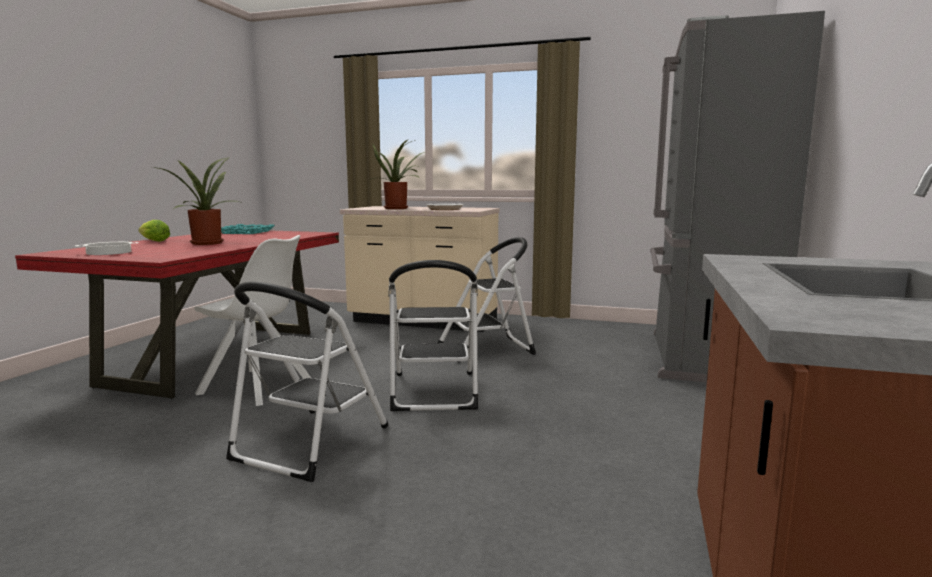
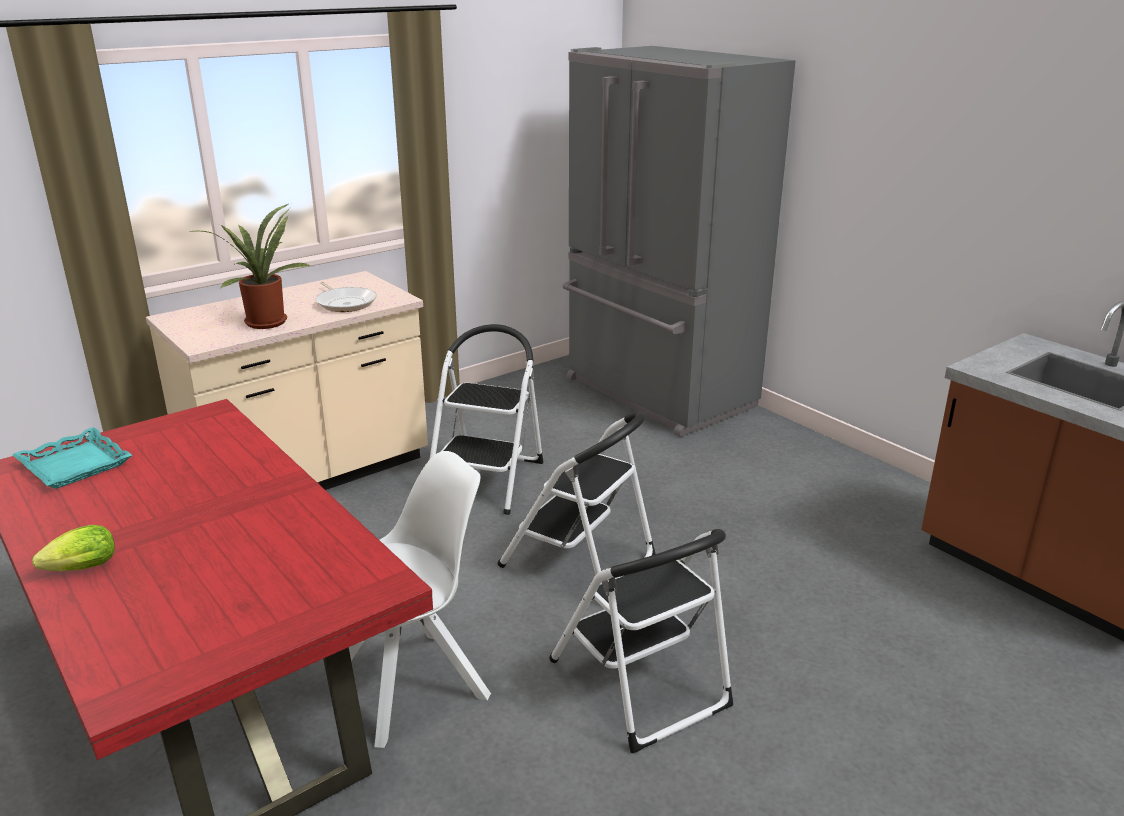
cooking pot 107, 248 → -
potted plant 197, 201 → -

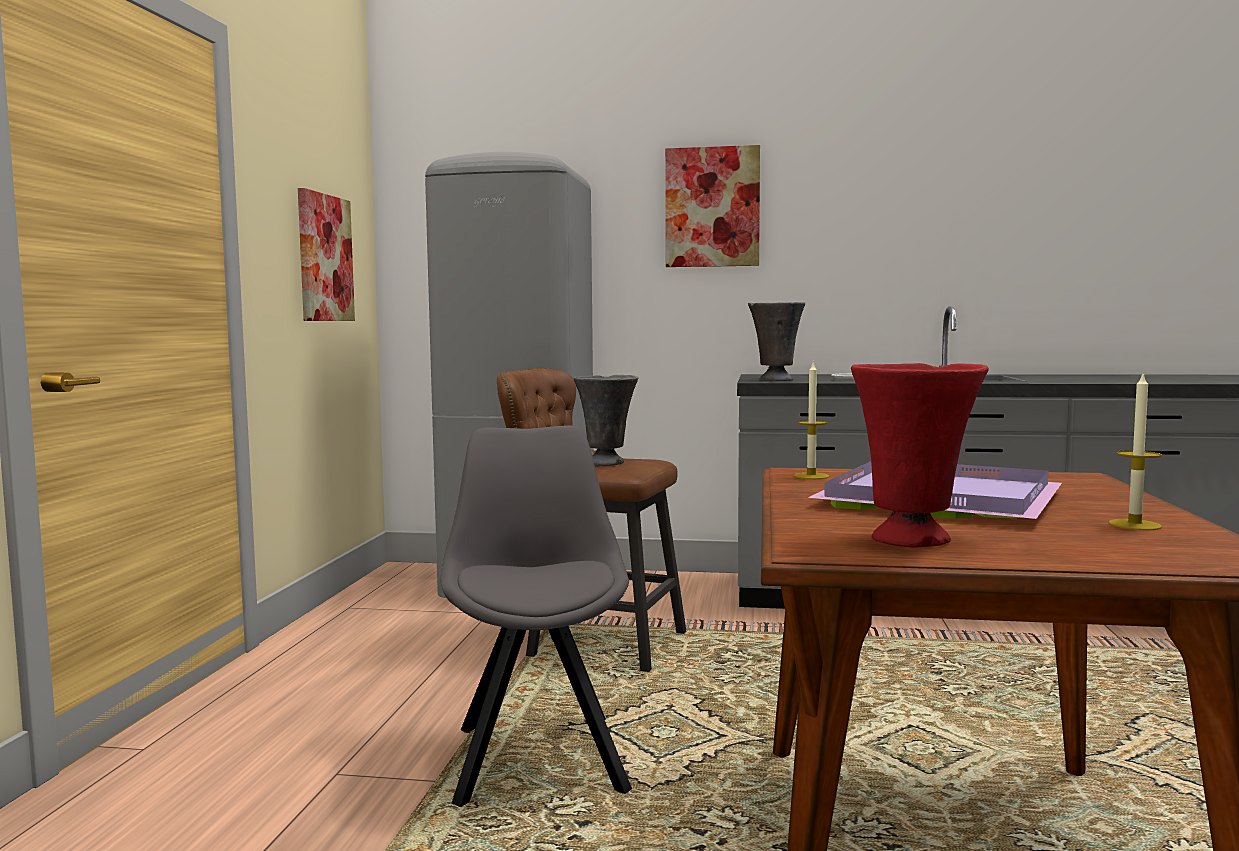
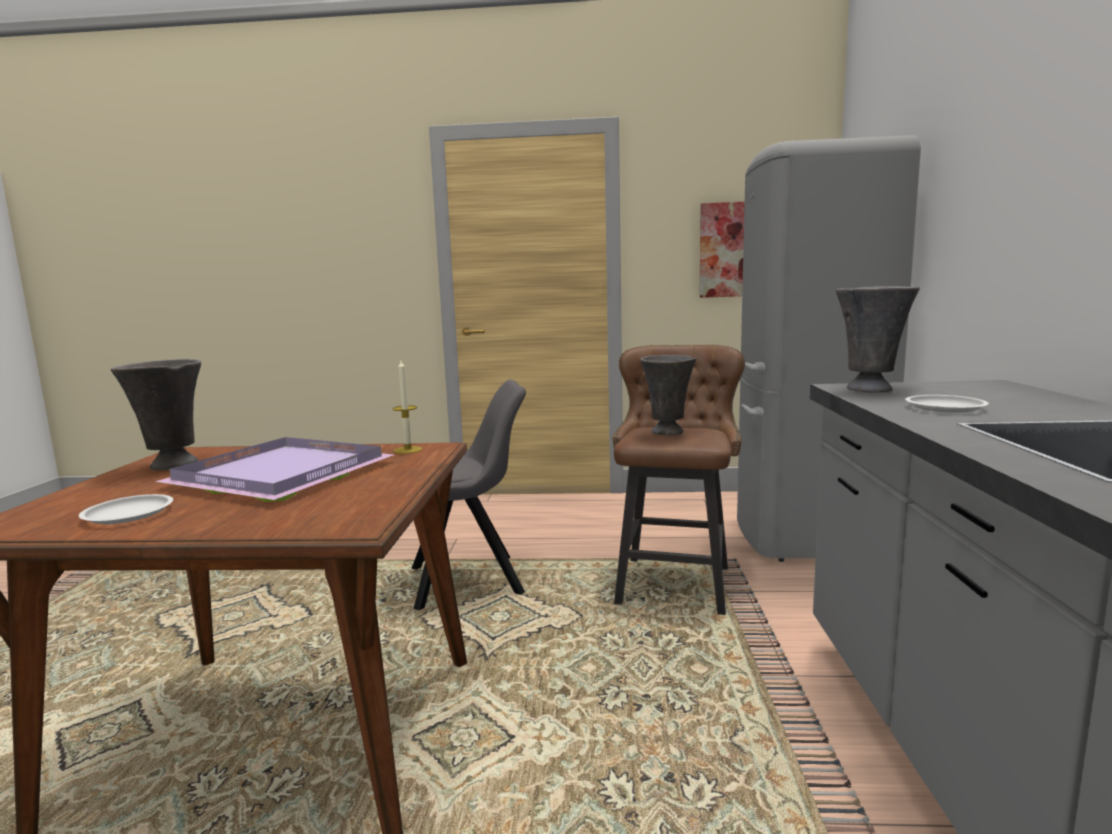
picture 712, 206 → -
candle 1135, 452 → plate/white 126, 509
vase/red 920, 455 → vase/grey 156, 415

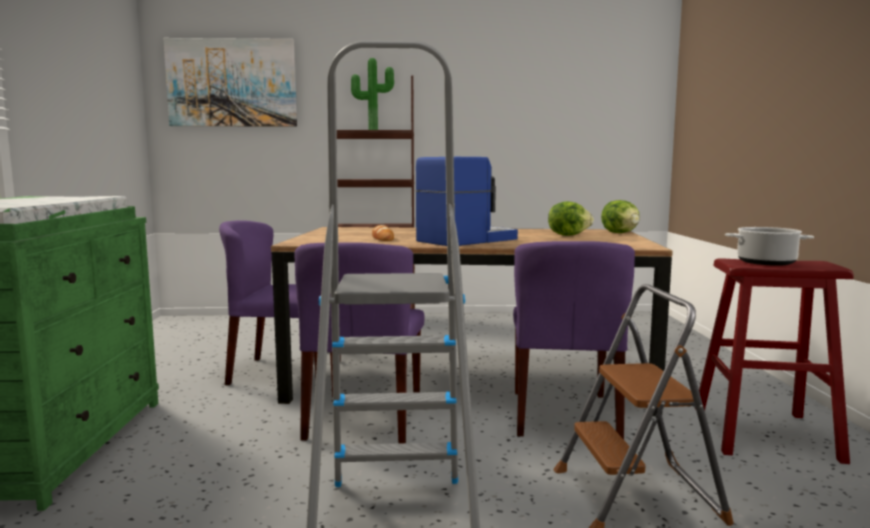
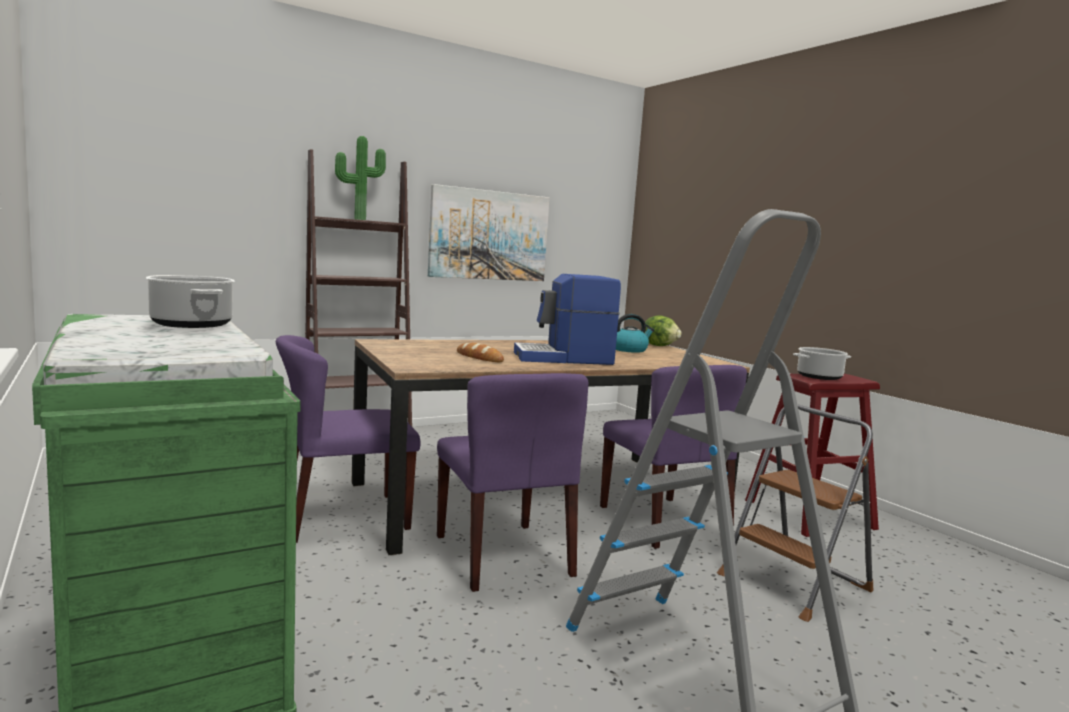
- → cooking pot 190, 301
picture 230, 82 → picture 489, 232, moved
lettuce 571, 218 → kettle 635, 333
coffee machine 466, 201 → coffee machine 567, 319, 120 degrees counterclockwise

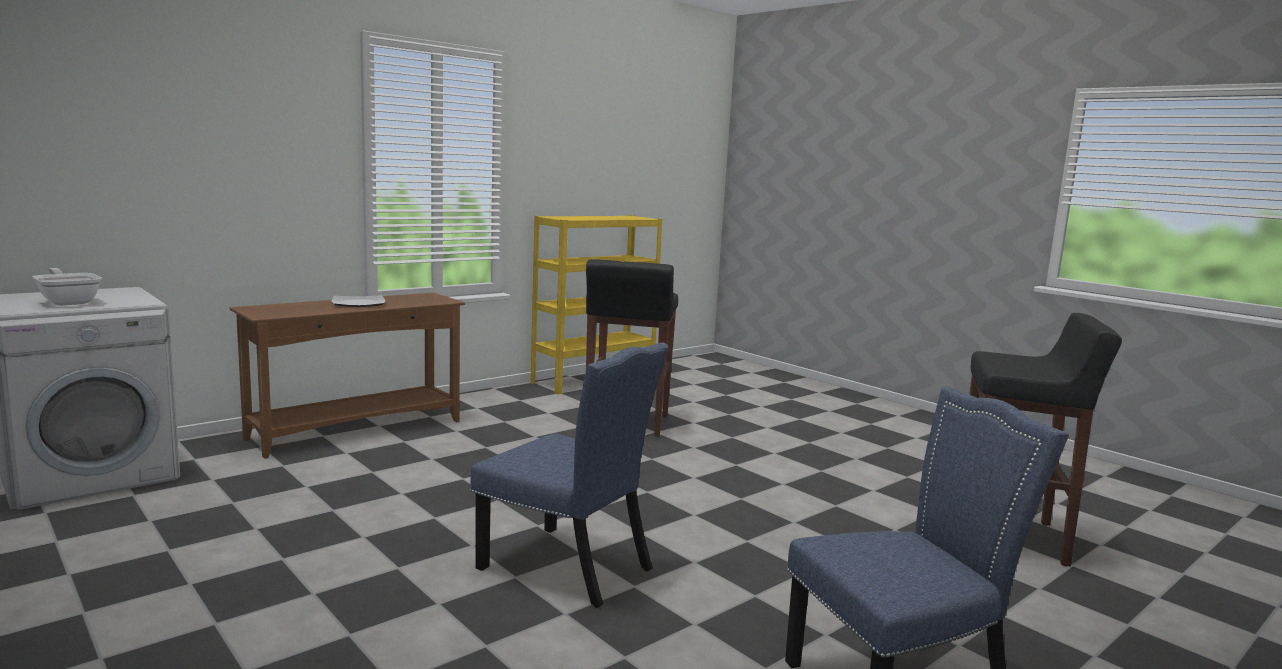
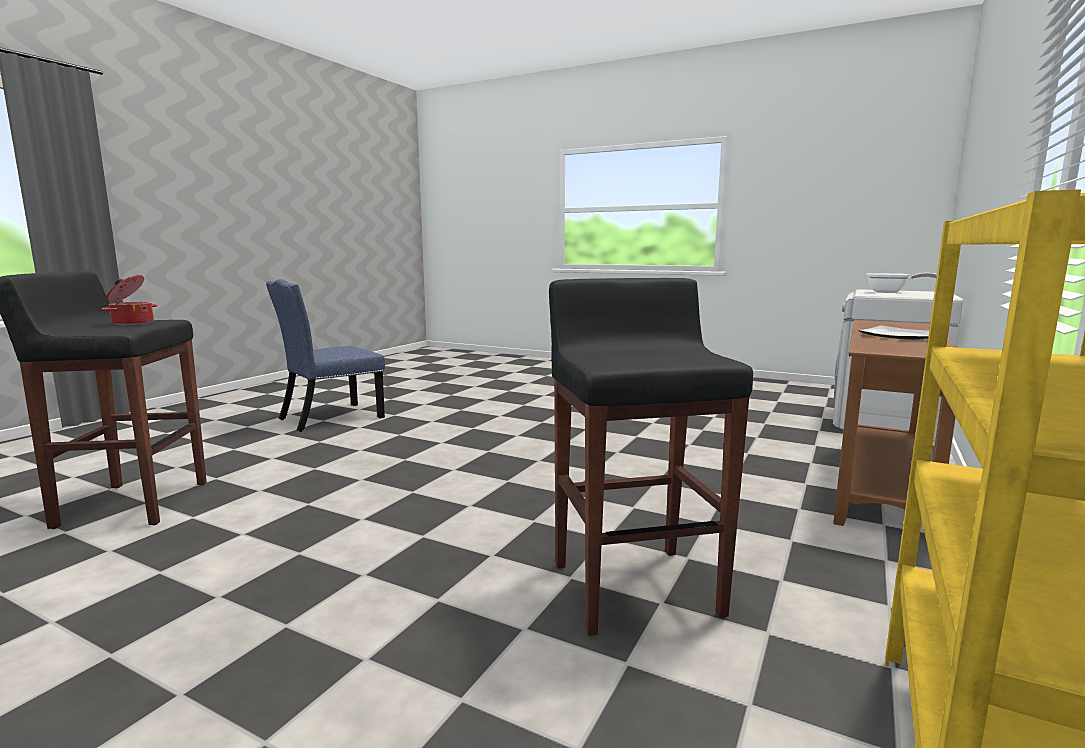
chair/blue 569, 475 → -
- → cooking pot 130, 300

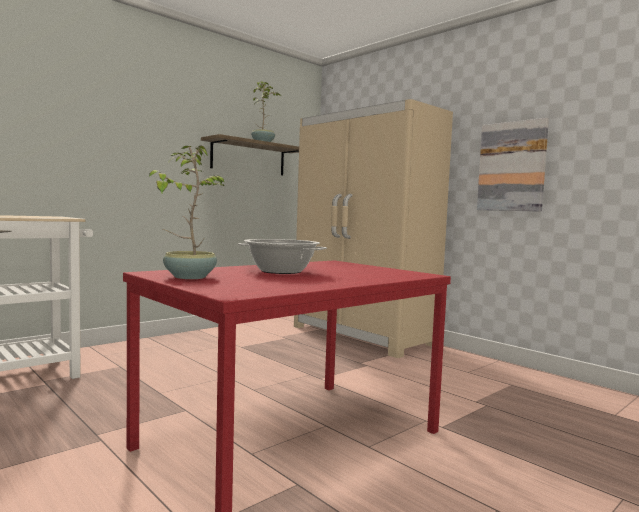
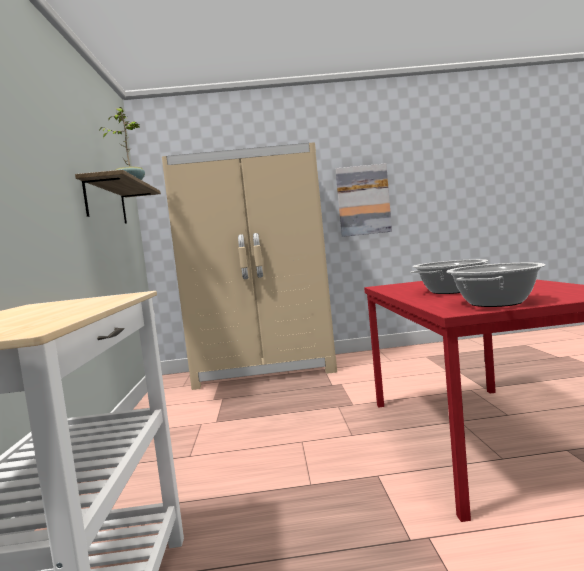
potted plant 187, 212 → cooking pot 496, 285

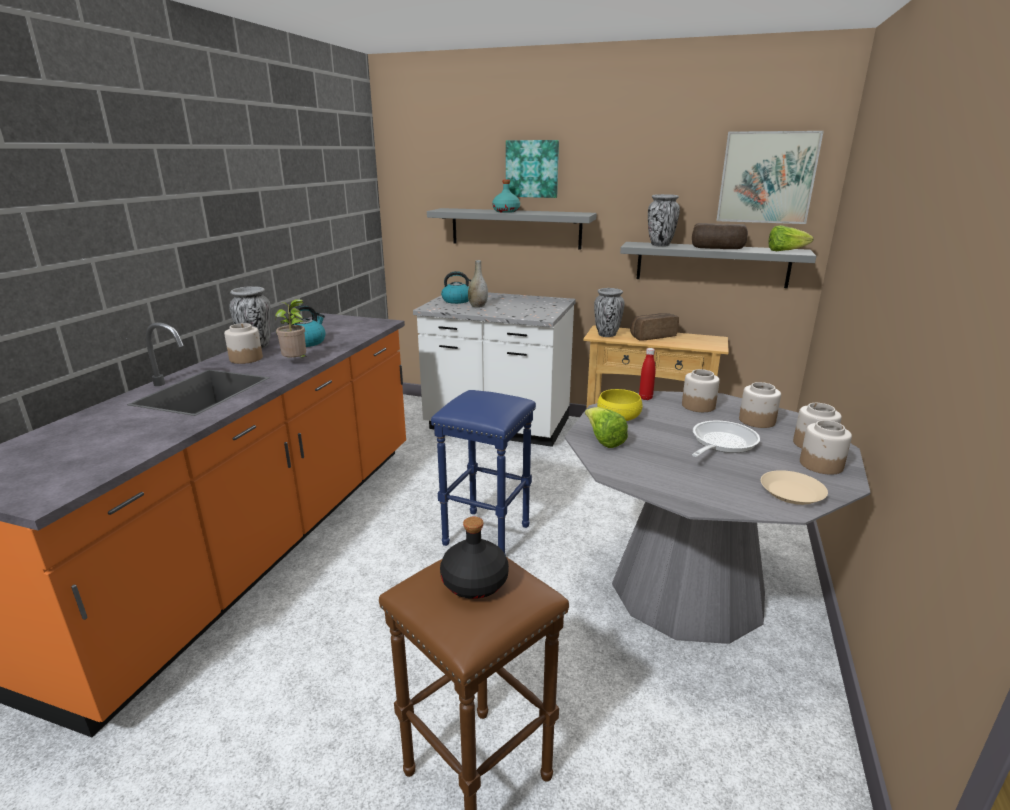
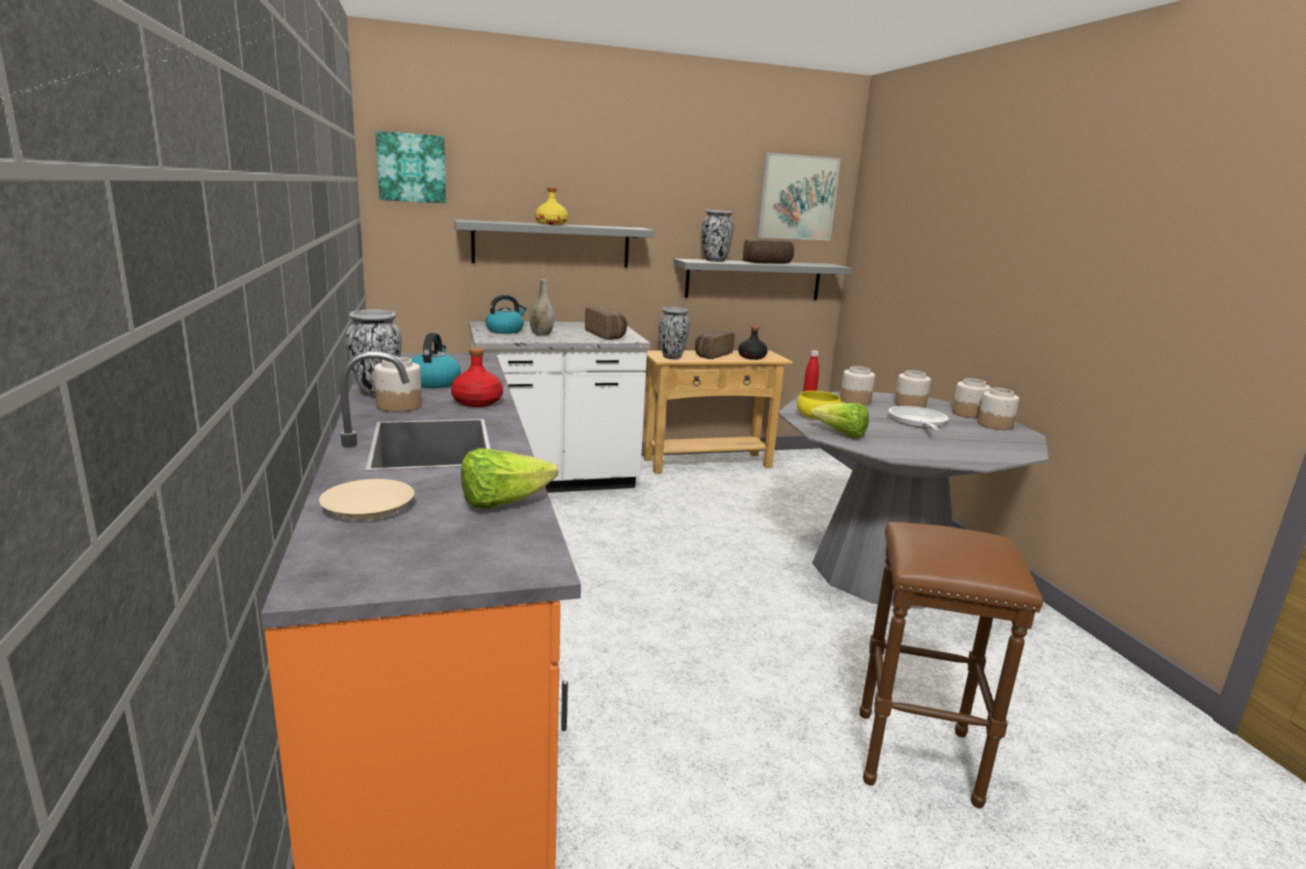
stool/blue 483, 473 → -
- → bread 606, 323
bottle/black 474, 558 → bottle/black 753, 343, moved
picture 532, 169 → picture 411, 167, moved
plate/beige 794, 487 → plate/beige 366, 499, moved
lettuce 791, 238 → lettuce 509, 478, moved
potted plant 290, 328 → bottle/red 477, 377
bottle/turquoise 506, 196 → bottle/yellow 551, 206

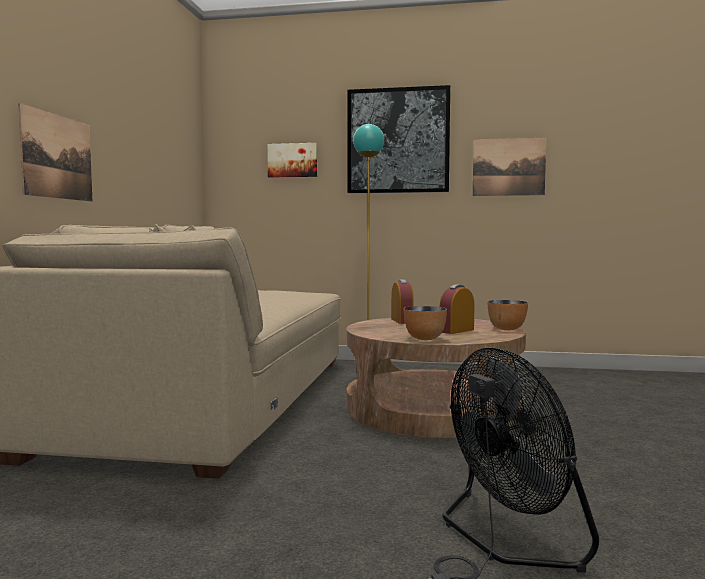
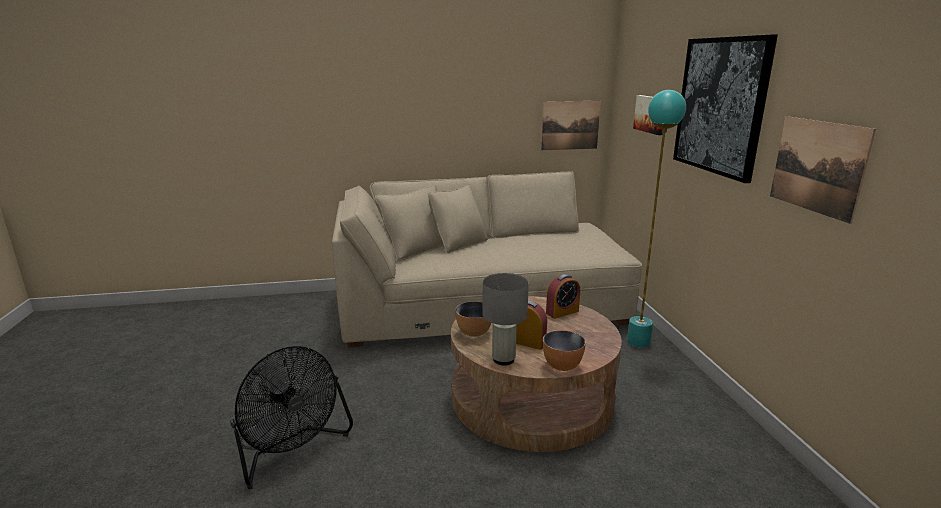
- → table lamp/grey 505, 319
picture 55, 152 → picture 571, 125, moved

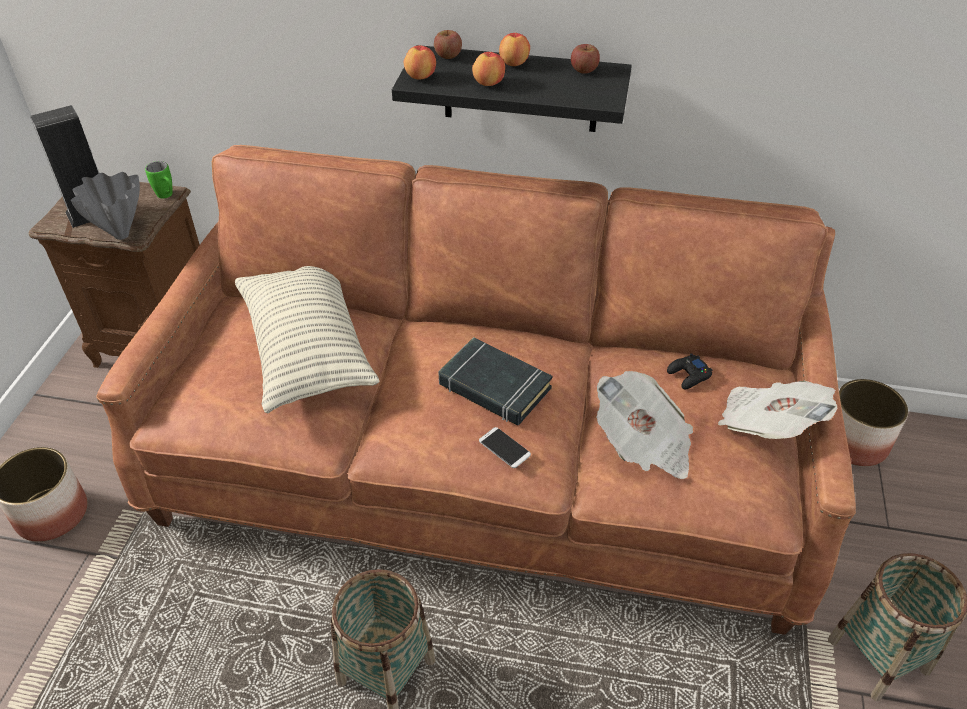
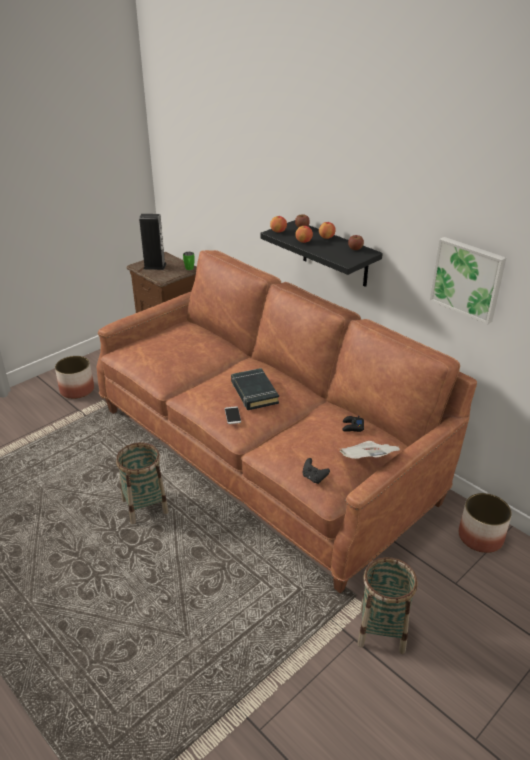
vase/grey 105, 206 → -
pillow 307, 339 → -
newspaper 644, 425 → -
- → game controller/black 316, 471
- → picture 468, 280

